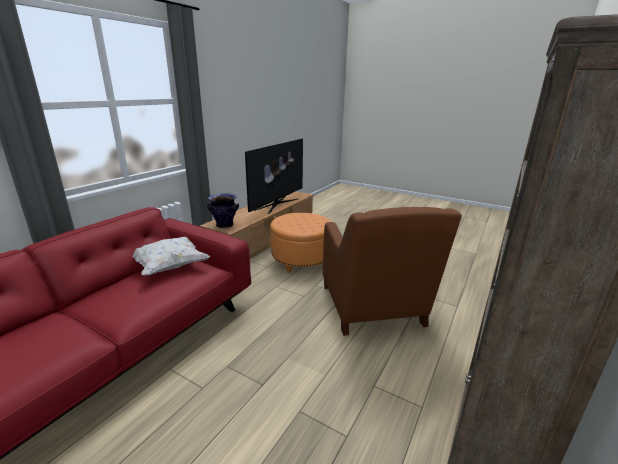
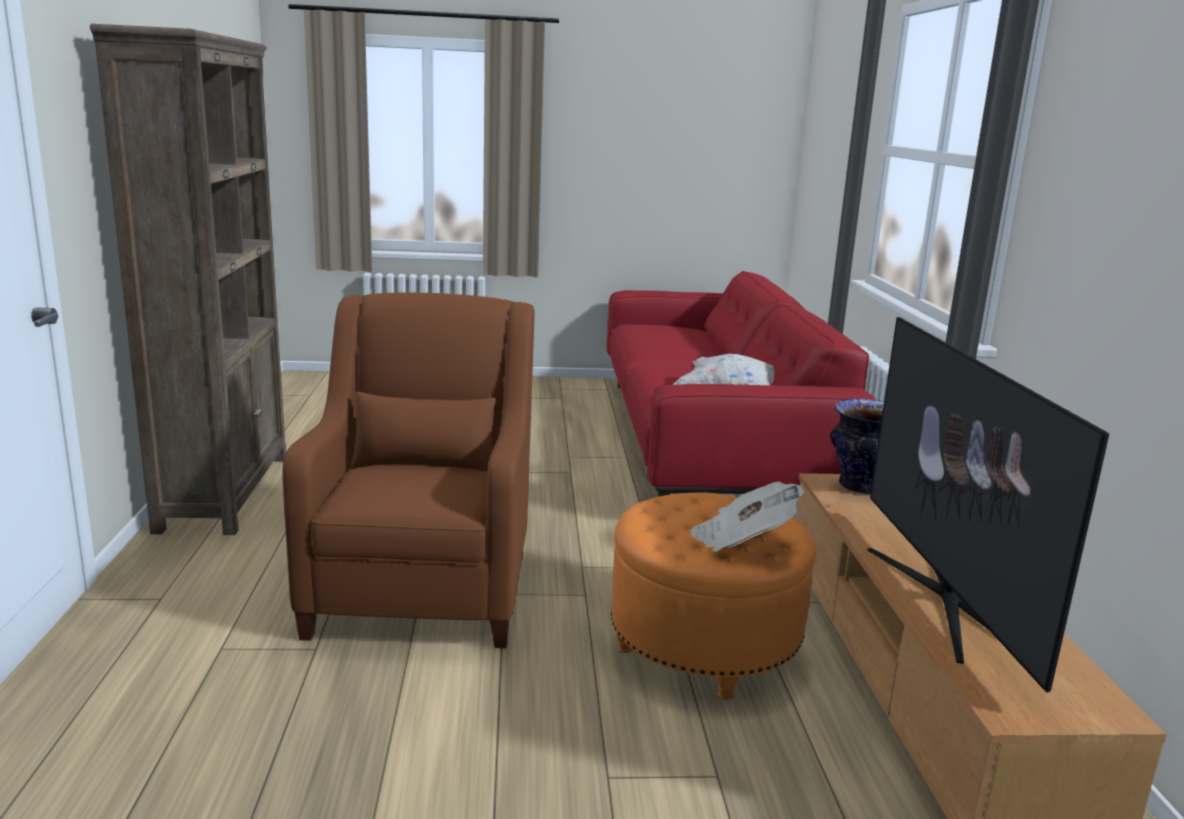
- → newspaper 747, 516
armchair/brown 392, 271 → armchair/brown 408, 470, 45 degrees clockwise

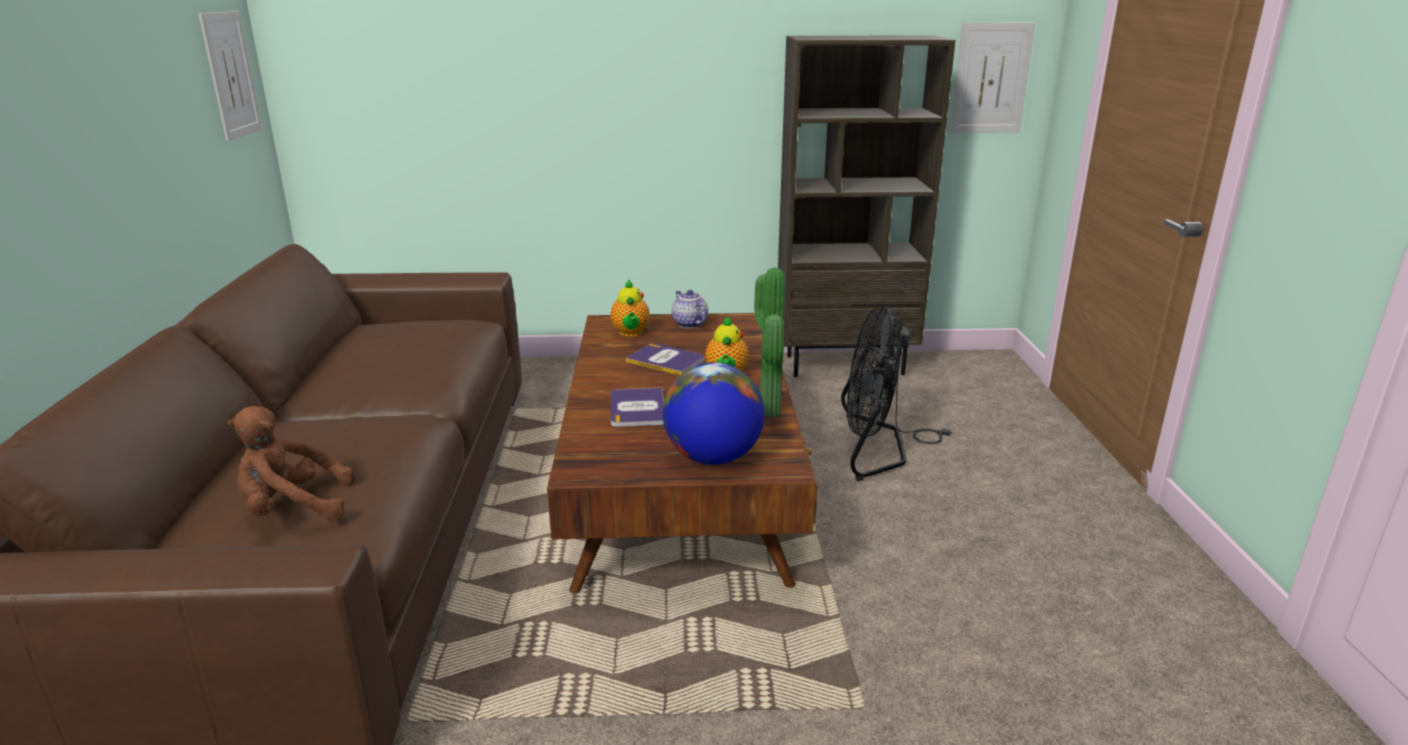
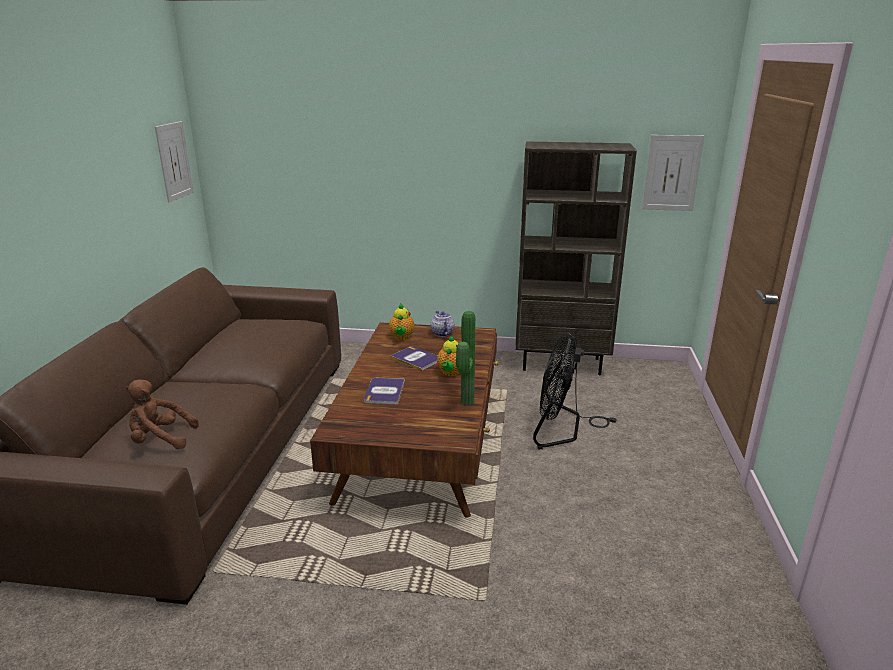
globe 714, 414 → -

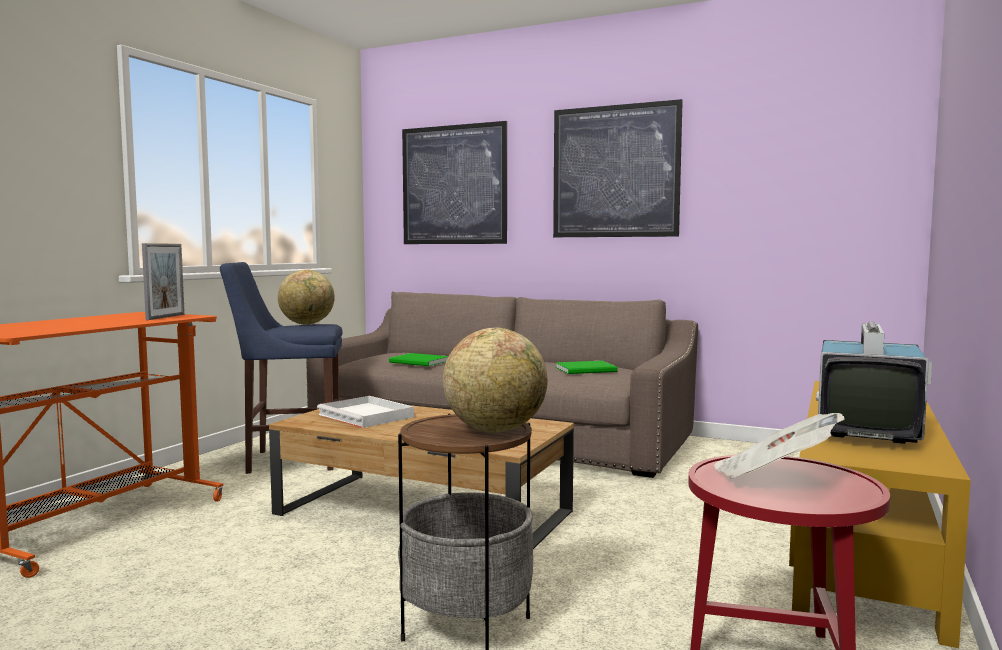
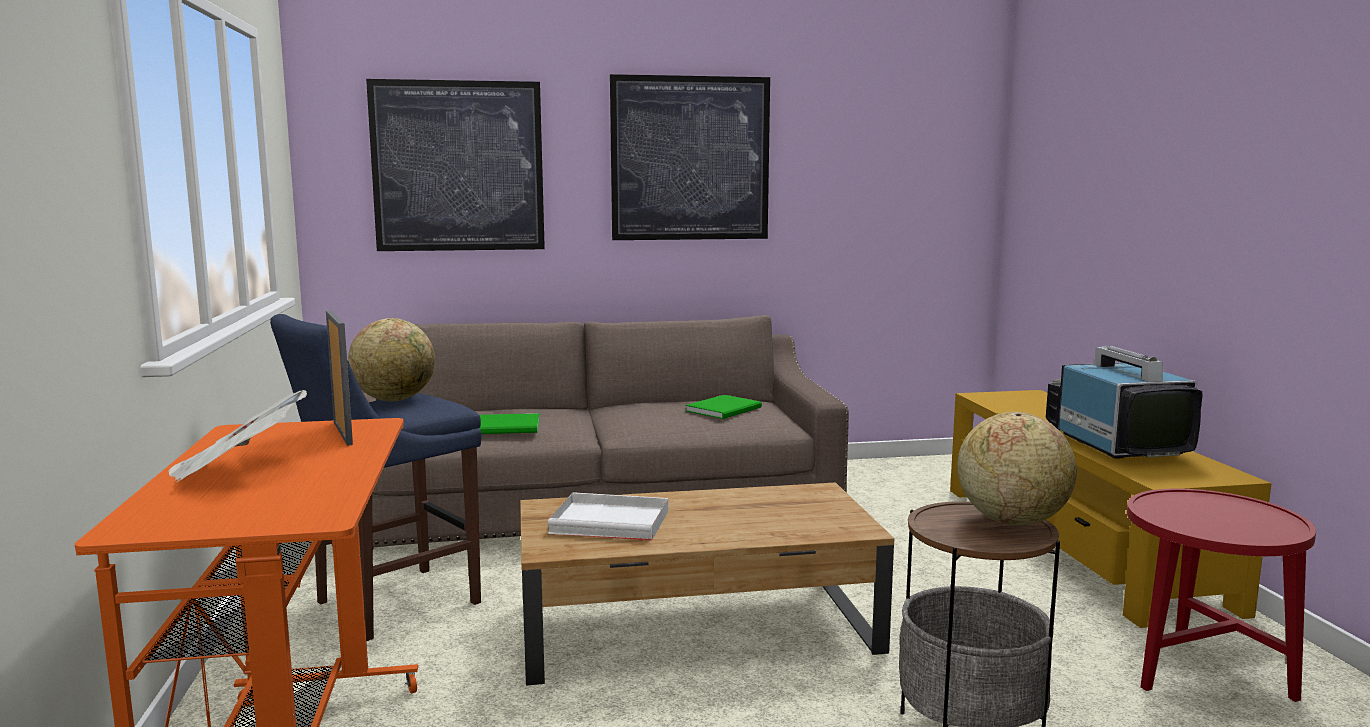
newspaper 779, 445 → newspaper 237, 436, moved

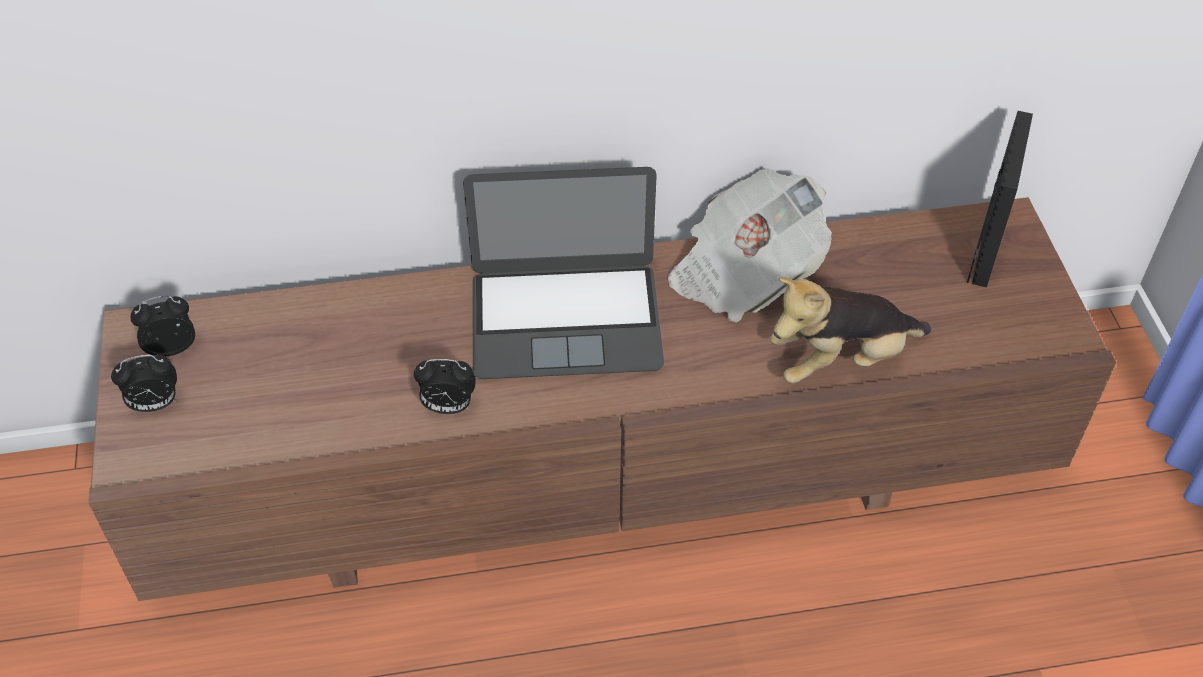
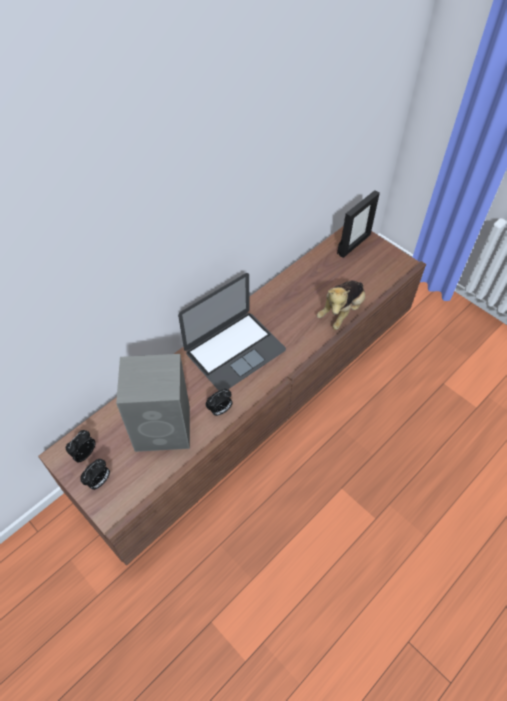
newspaper 750, 245 → -
- → speaker/grey 153, 403
picture frame 1000, 199 → picture frame 358, 224, 60 degrees clockwise

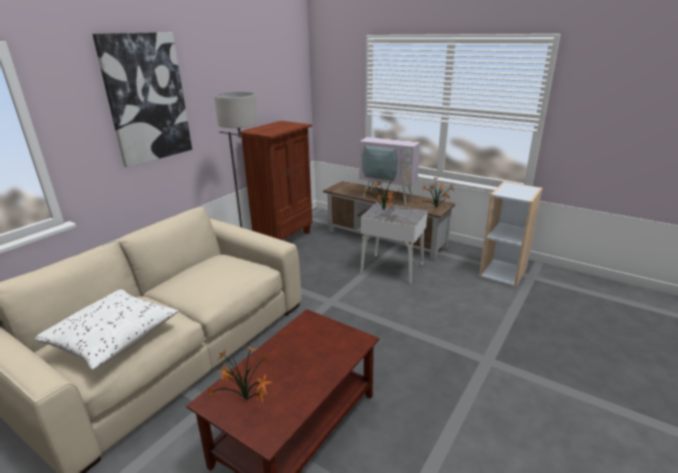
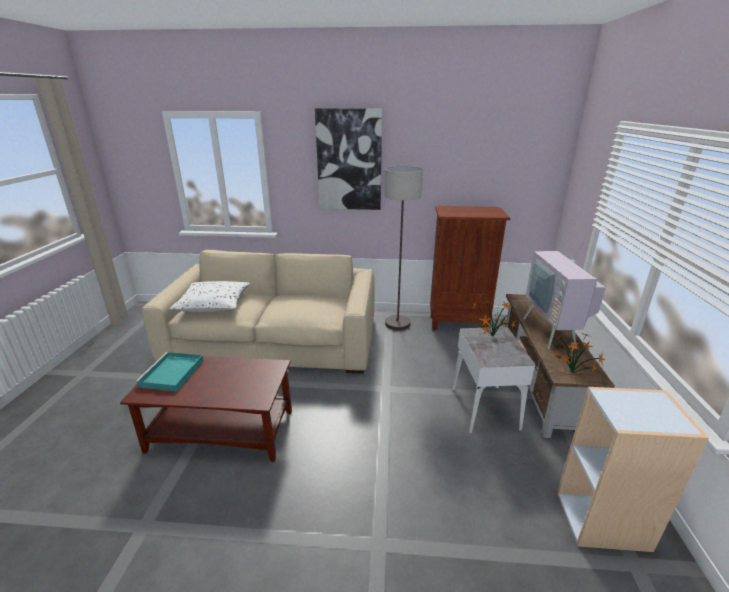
potted plant 238, 374 → tray/turquoise 169, 371

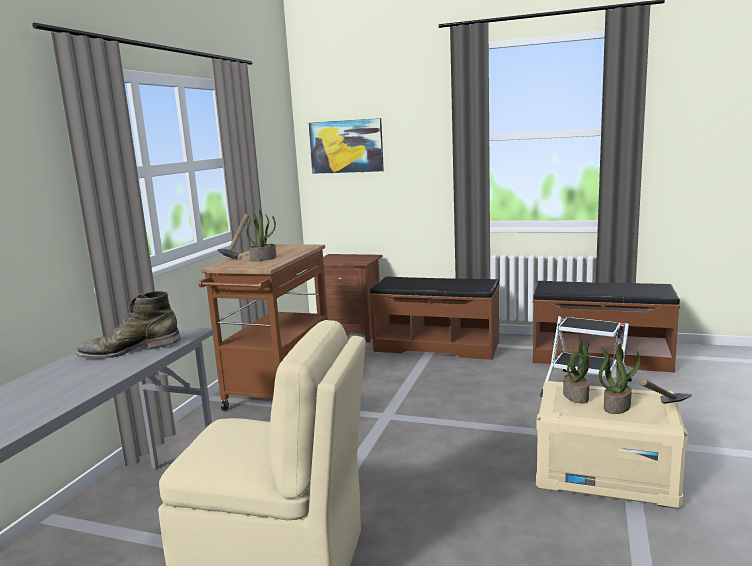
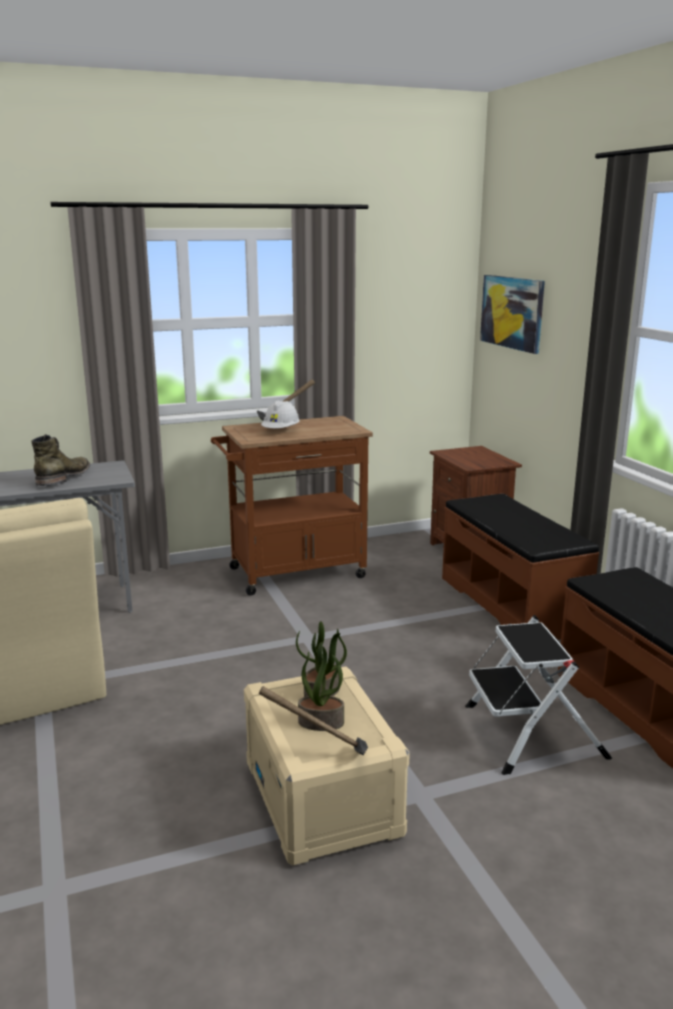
potted plant 261, 235 → hard hat/white 280, 414
boot/green 128, 325 → boot/green 60, 460, 75 degrees clockwise

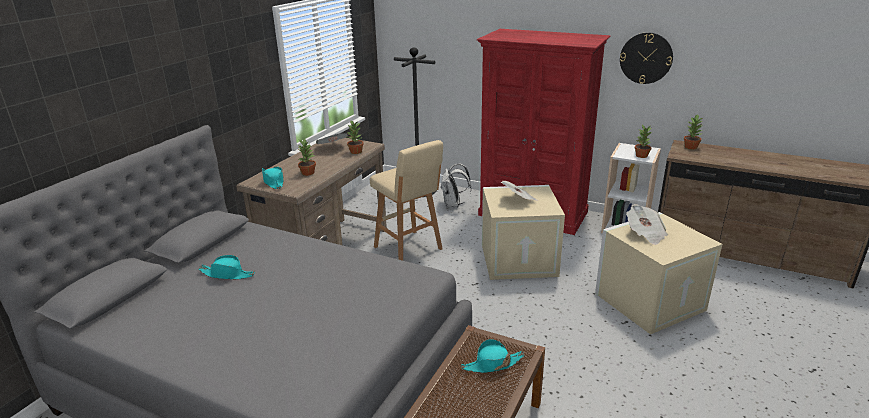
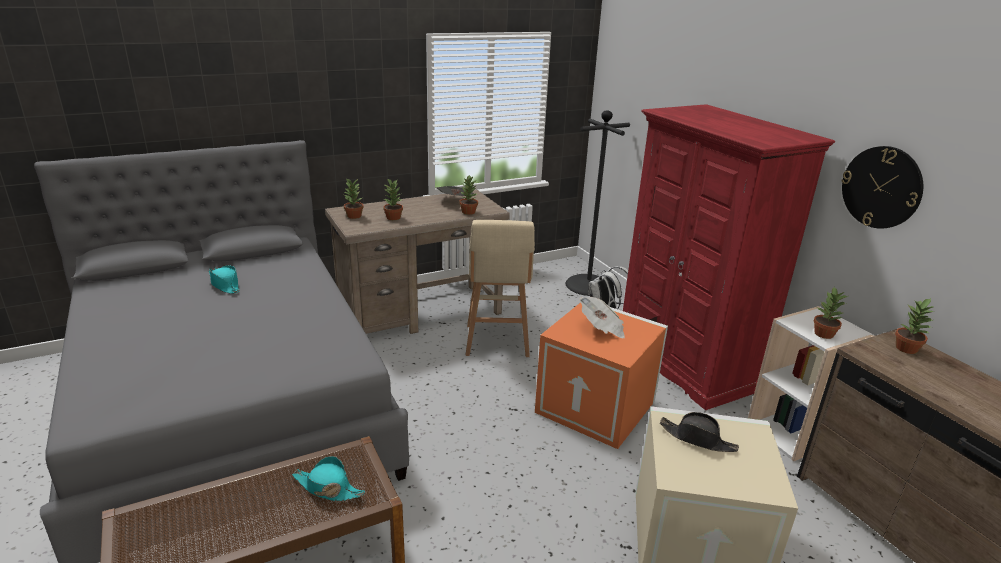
hat/turquoise 272, 178 → potted plant 354, 198
newspaper 647, 224 → hat/black 699, 432
storage box/beige 523, 232 → storage box/orange 601, 375

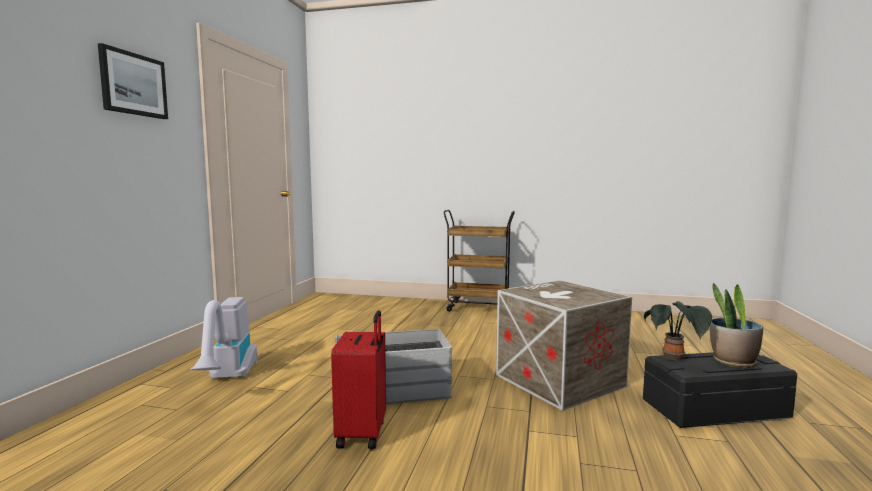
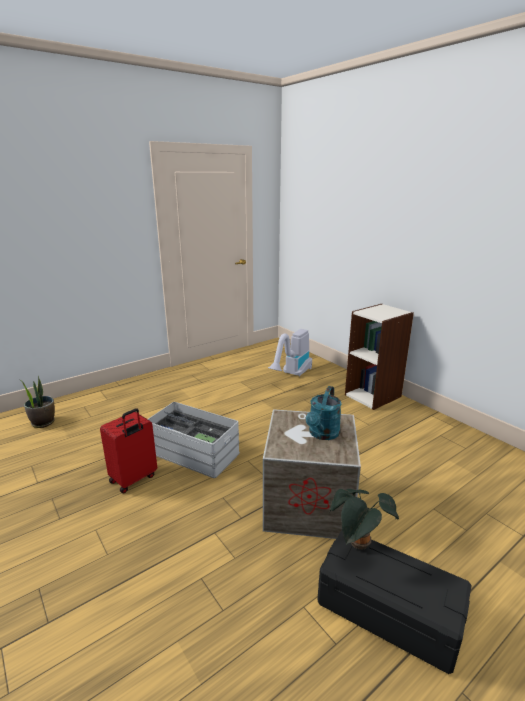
picture 133, 81 → -
- → watering can/turquoise 324, 413
vacuum cleaner 224, 338 → vacuum cleaner 290, 352, moved
potted plant 736, 325 → potted plant 37, 402, moved
cart/brown 479, 261 → bookcase 379, 357

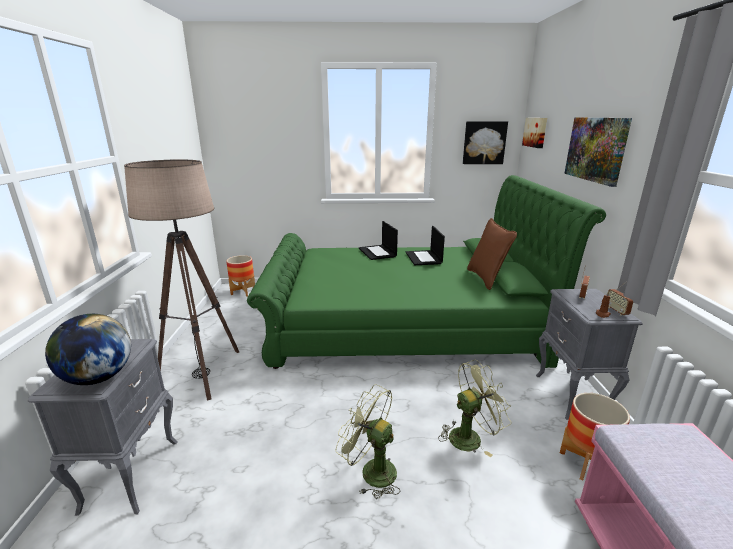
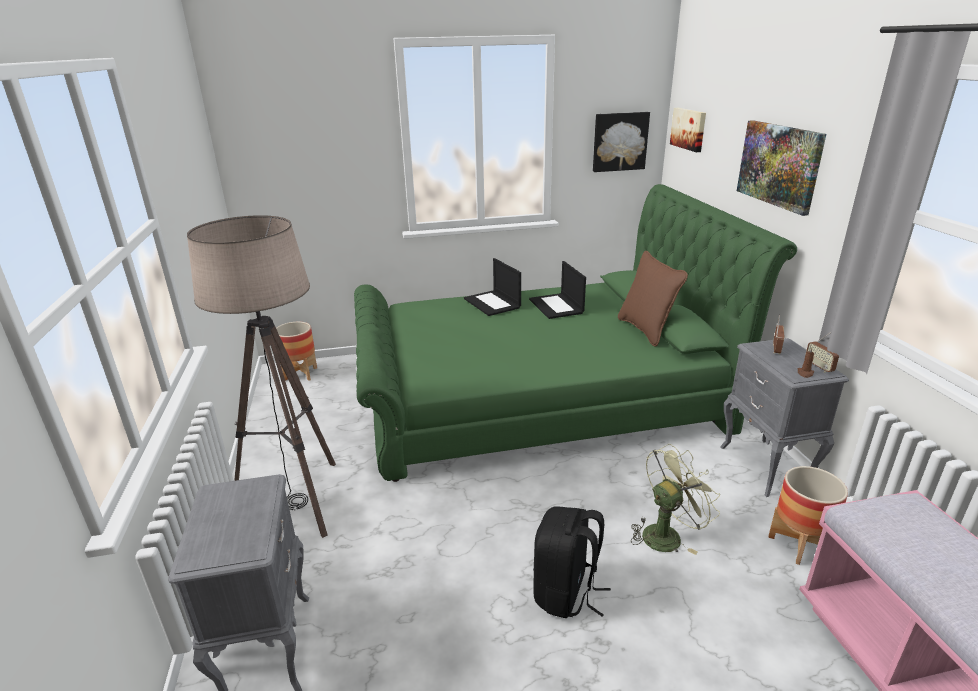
globe 88, 349 → -
fan/green 368, 441 → backpack/black 572, 562

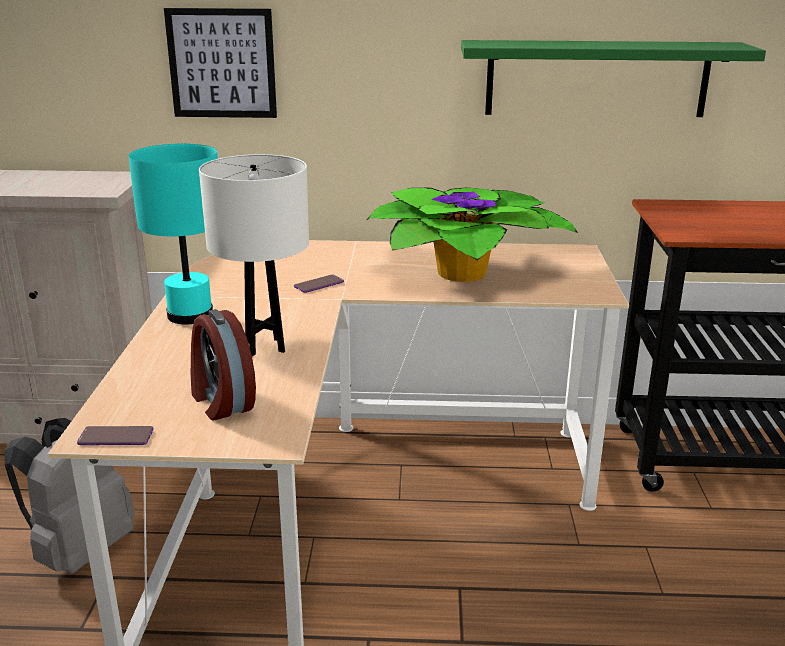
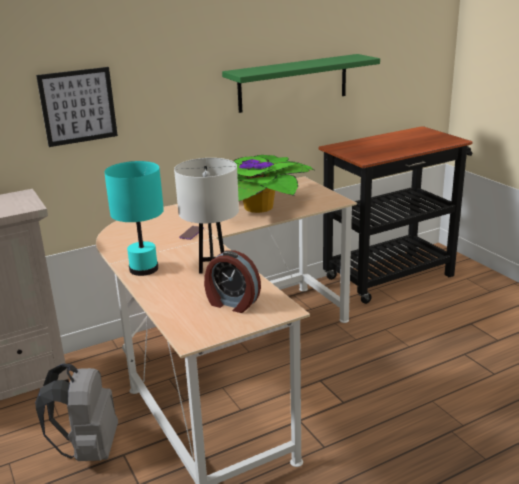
phone 115, 435 → -

